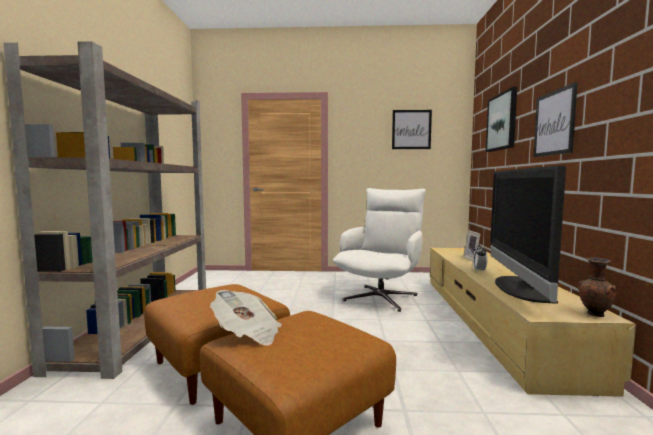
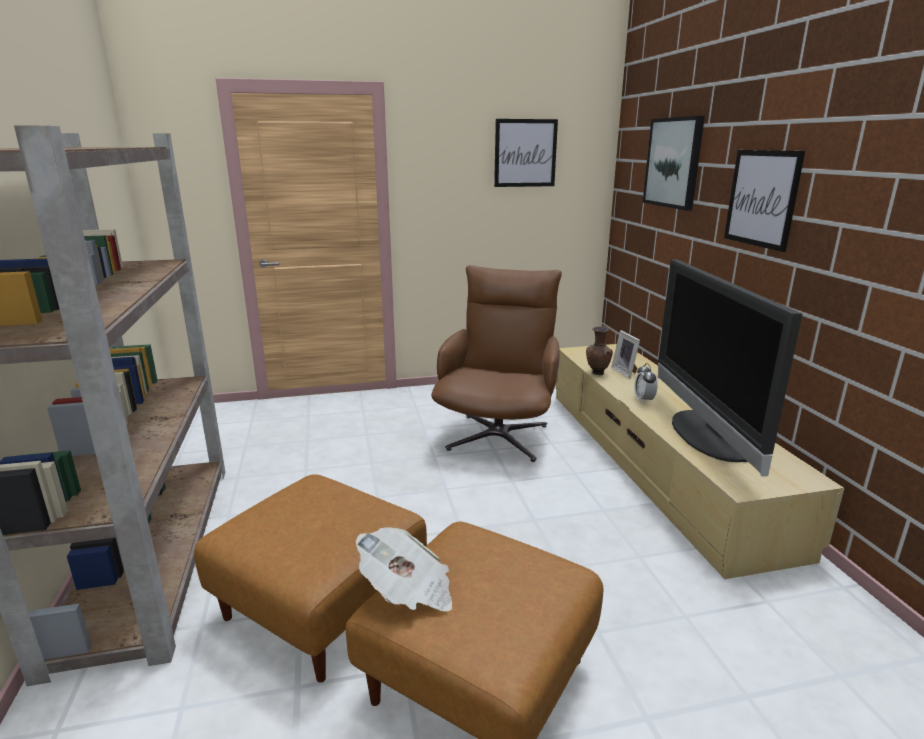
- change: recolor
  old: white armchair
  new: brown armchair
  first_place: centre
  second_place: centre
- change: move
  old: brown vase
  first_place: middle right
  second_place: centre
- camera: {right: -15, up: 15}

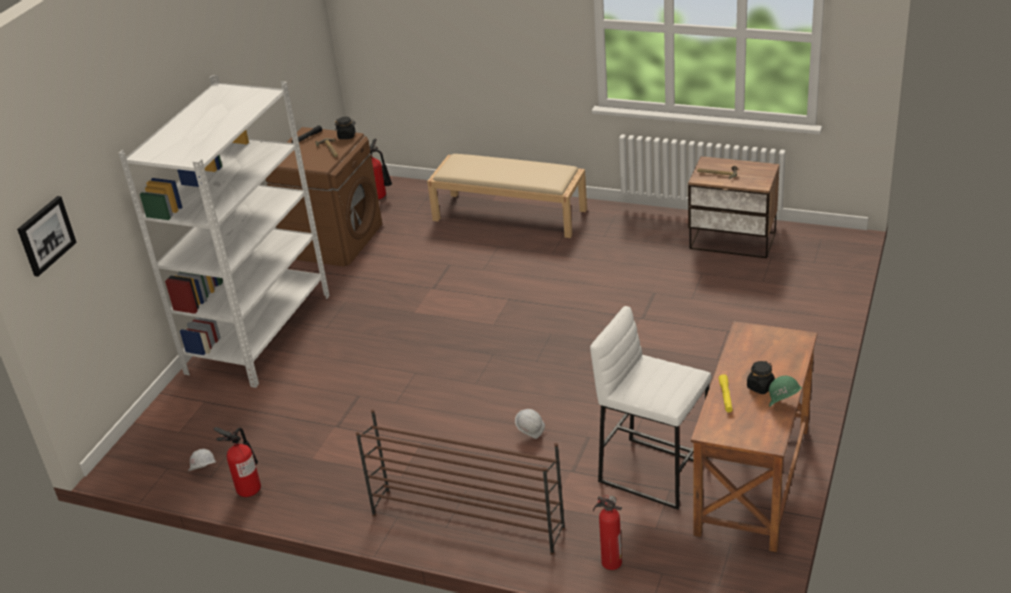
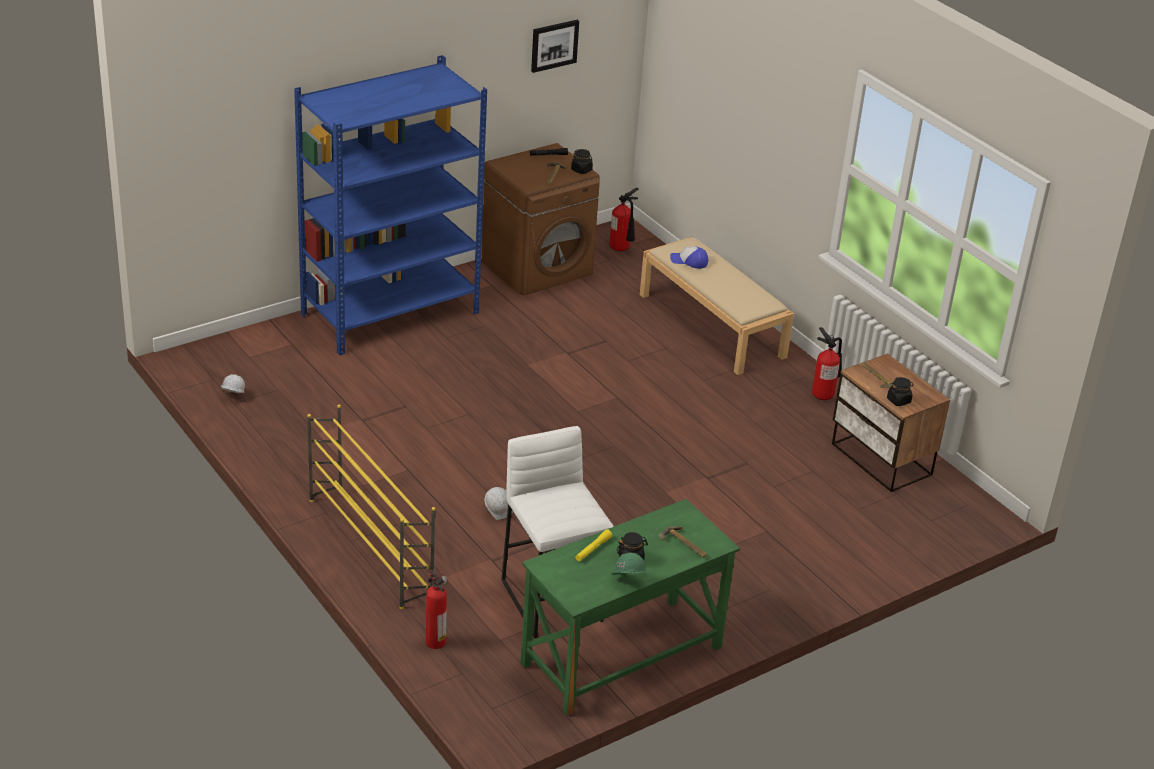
- change: move
  old: picture
  first_place: middle left
  second_place: top centre
- change: recolor
  old: white bookcase
  new: blue bookcase
  first_place: middle left
  second_place: top centre
- change: move
  old: fire extinguisher (1st from left in the first image)
  new: fire extinguisher (3rd from left)
  first_place: bottom left
  second_place: middle right
- change: recolor
  old: brown shoe rack
  new: yellow shoe rack
  first_place: bottom centre
  second_place: middle left
- change: recolor
  old: brown desk
  new: green desk
  first_place: bottom right
  second_place: bottom centre
- change: insert
  new: hammer (2nd from left)
  second_place: bottom centre
- change: insert
  new: cap
  second_place: centre
- change: insert
  new: black jar (3rd from left)
  second_place: middle right
- camera: {right: 30, up: 0}

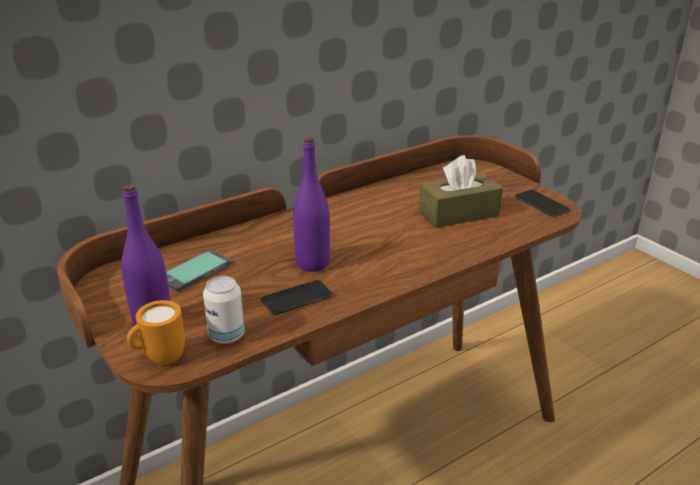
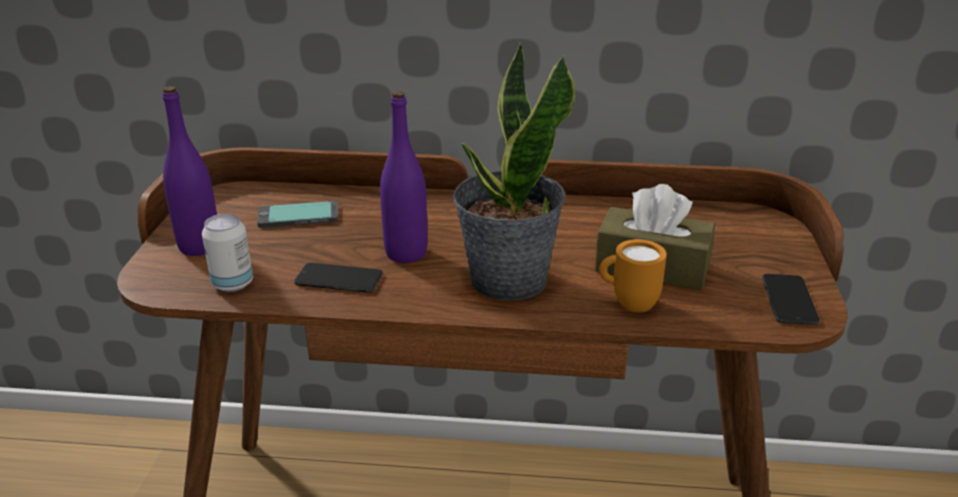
- change: move
  old: orange mug
  first_place: bottom left
  second_place: centre
- change: insert
  new: potted plant
  second_place: centre
- camera: {right: 40, up: 0}

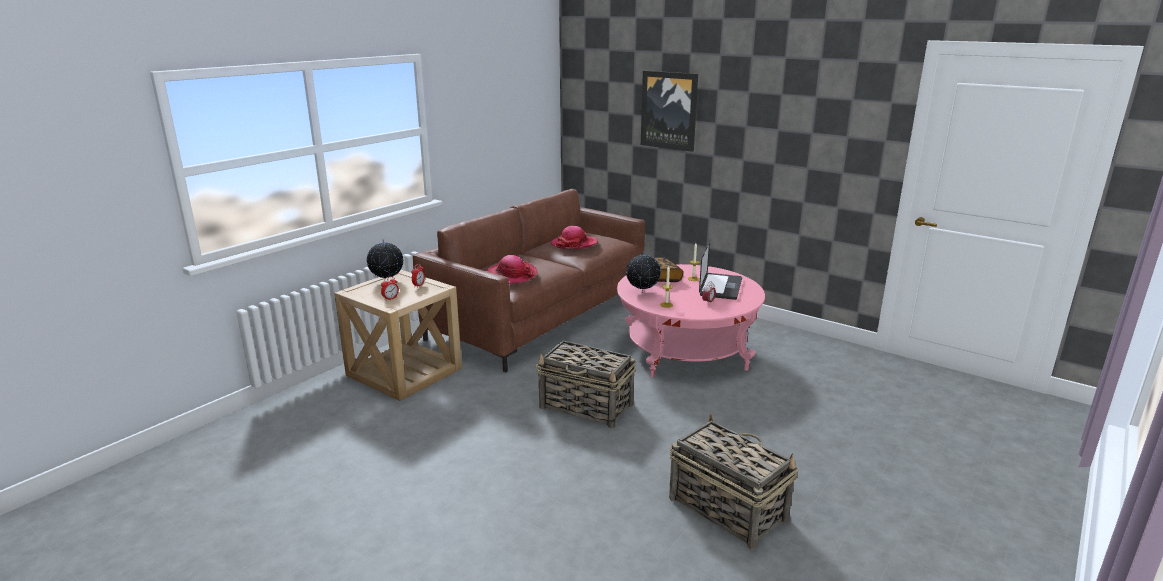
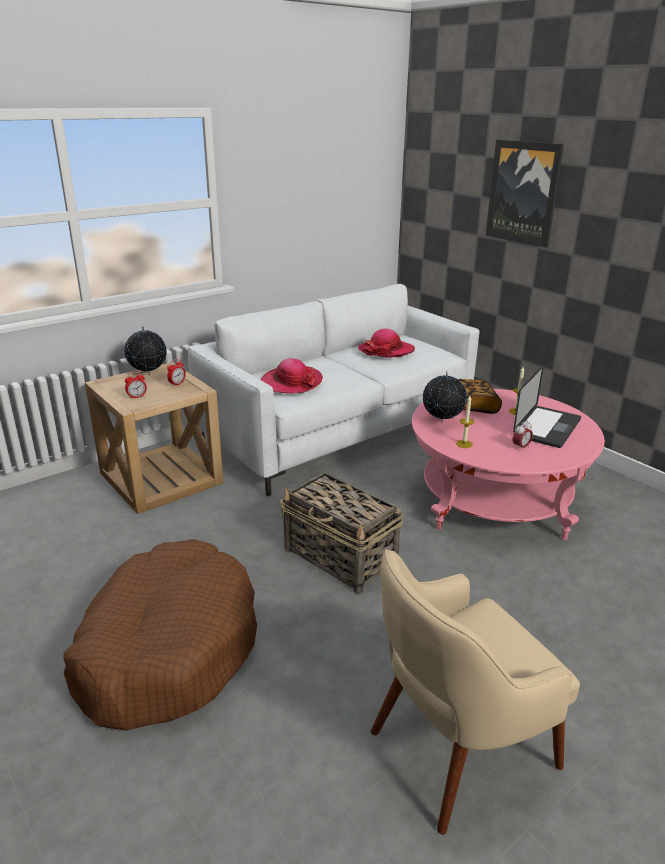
- change: recolor
  old: brown sofa
  new: white sofa
  first_place: centre
  second_place: centre
- change: replace
  old: basket (2nd from left)
  new: beige armchair
  first_place: bottom centre
  second_place: bottom right
- change: insert
  new: brown dog bed
  second_place: bottom left
- camera: {right: 15, up: 5}

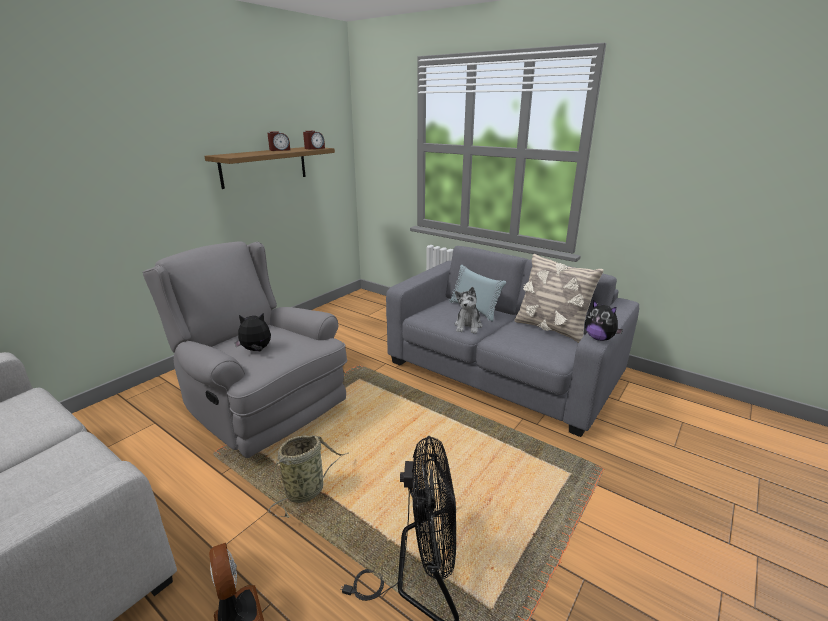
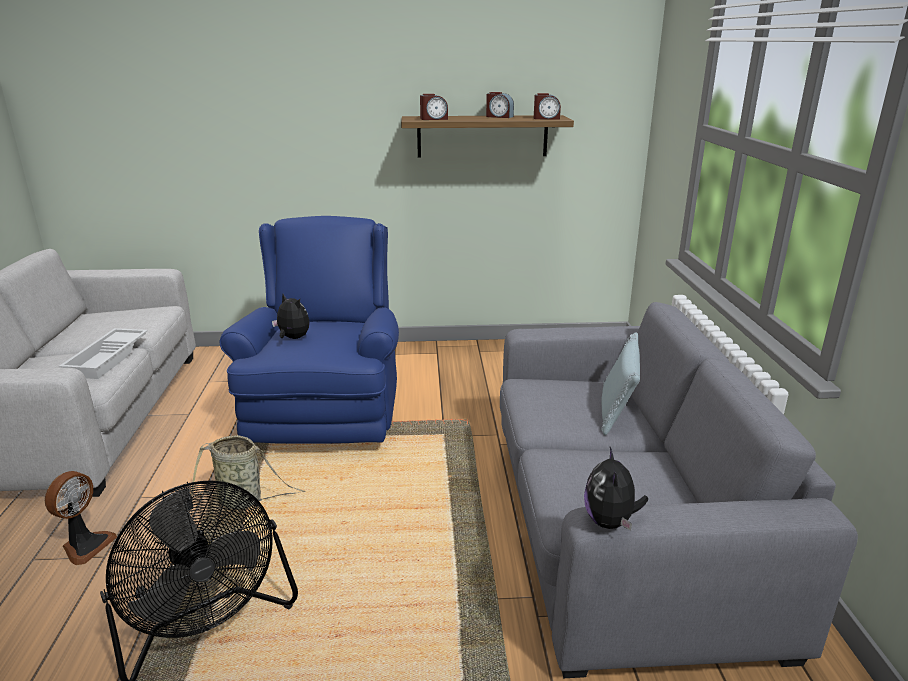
- change: recolor
  old: grey armchair
  new: blue armchair
  first_place: middle left
  second_place: centre
- change: delete
  old: plush toy (2nd from left)
  first_place: centre
- change: delete
  old: beige pillow
  first_place: middle right
- change: insert
  new: white tray
  second_place: middle left
- change: insert
  new: alarm clock (1st from left)
  second_place: top centre
- camera: {right: 50, up: 0}

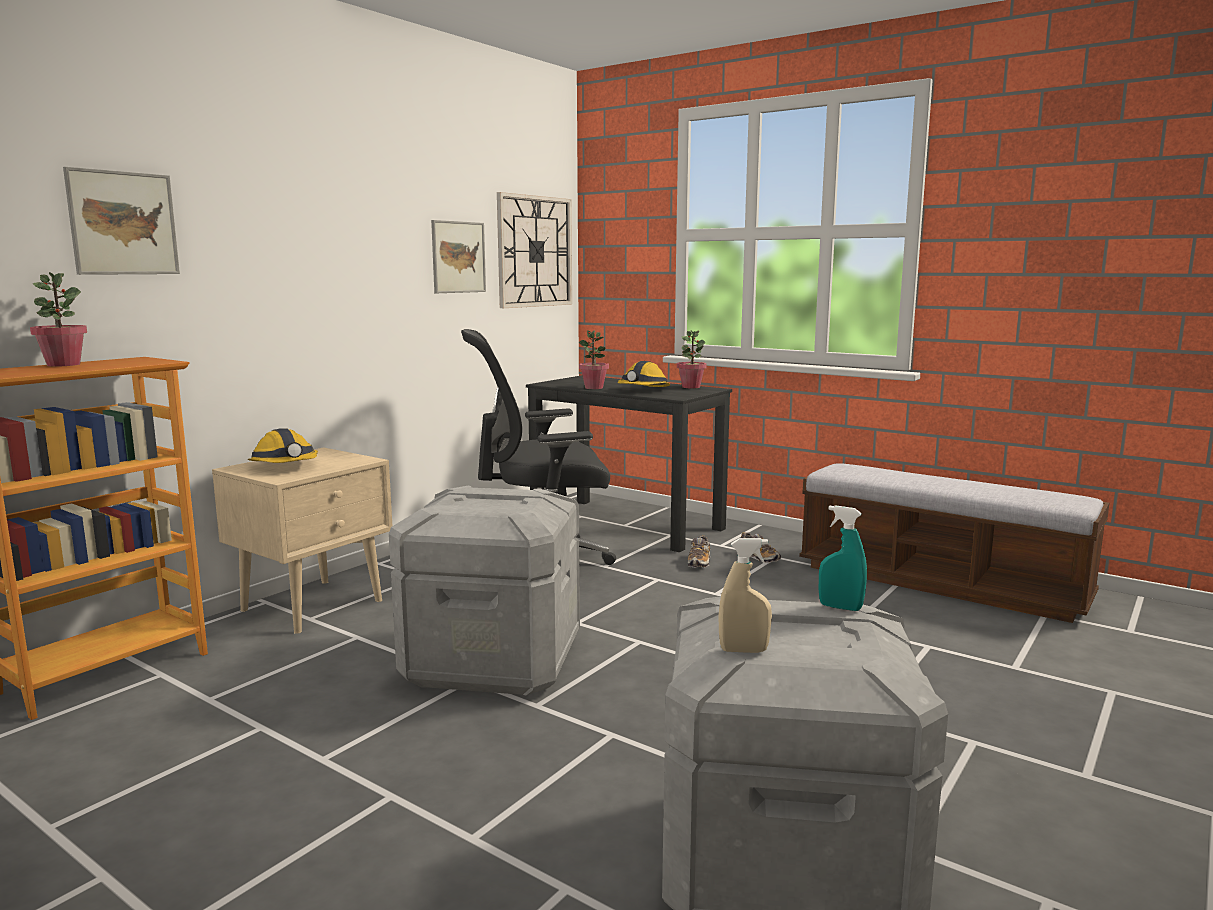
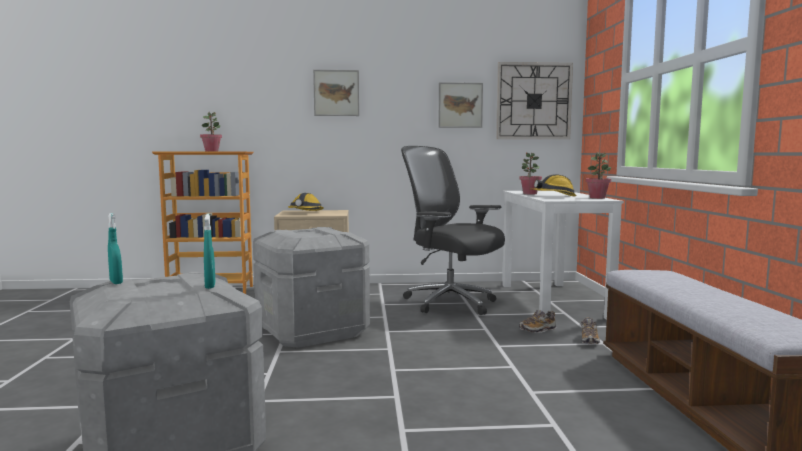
- change: move
  old: picture (1st from left)
  first_place: top left
  second_place: top centre
- change: recolor
  old: black desk
  new: white desk
  first_place: centre
  second_place: middle right
- change: recolor
  old: beige spray bottle
  new: turquoise spray bottle (1st from left)
  first_place: centre
  second_place: middle left
- camera: {right: 50, up: -5}

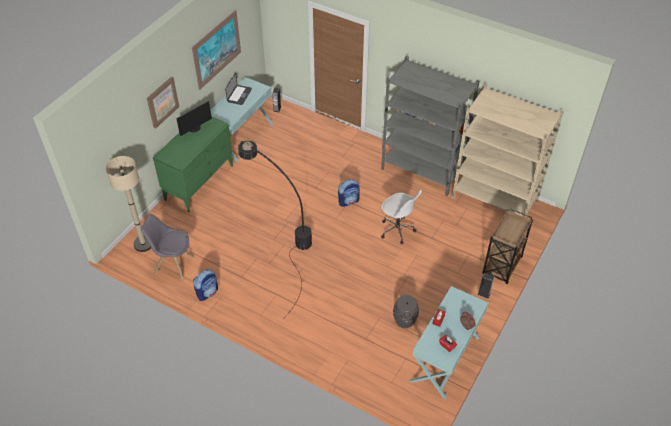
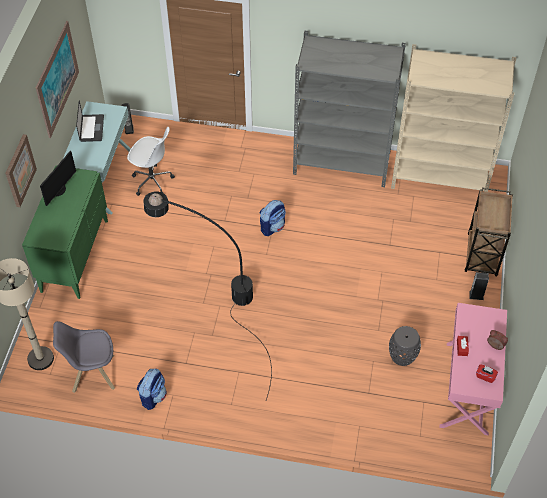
- change: move
  old: white office chair
  first_place: centre
  second_place: top left
- change: recolor
  old: turquoise desk (2nd from left)
  new: pink desk
  first_place: bottom right
  second_place: bottom right
- camera: {right: -20, up: 5}

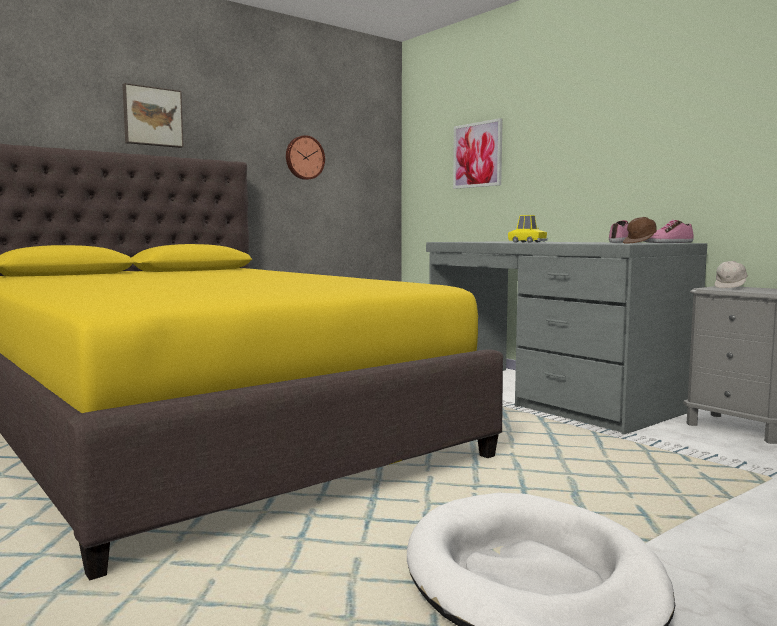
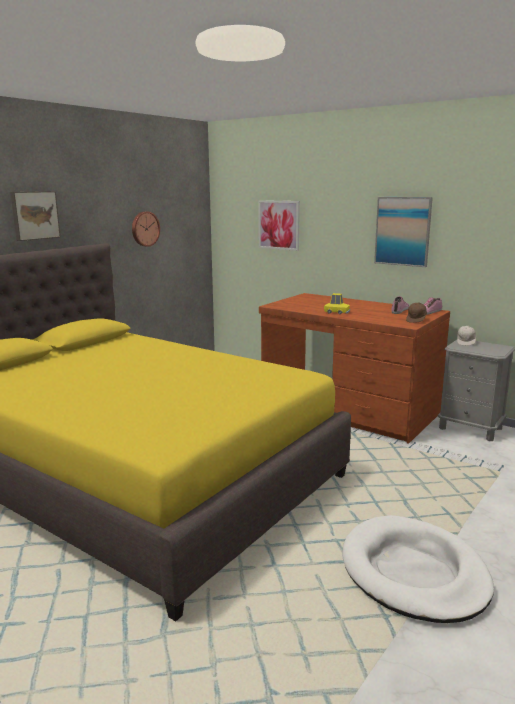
- change: recolor
  old: grey desk
  new: brown desk
  first_place: middle right
  second_place: middle right
- change: insert
  new: picture (3rd from left)
  second_place: top right
- camera: {right: -15, up: 10}

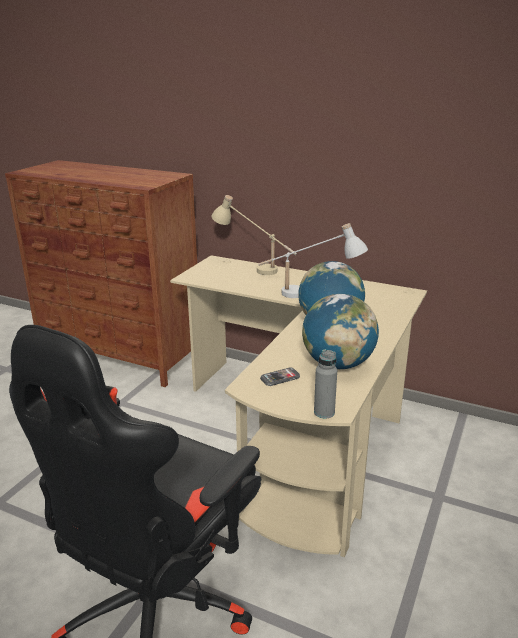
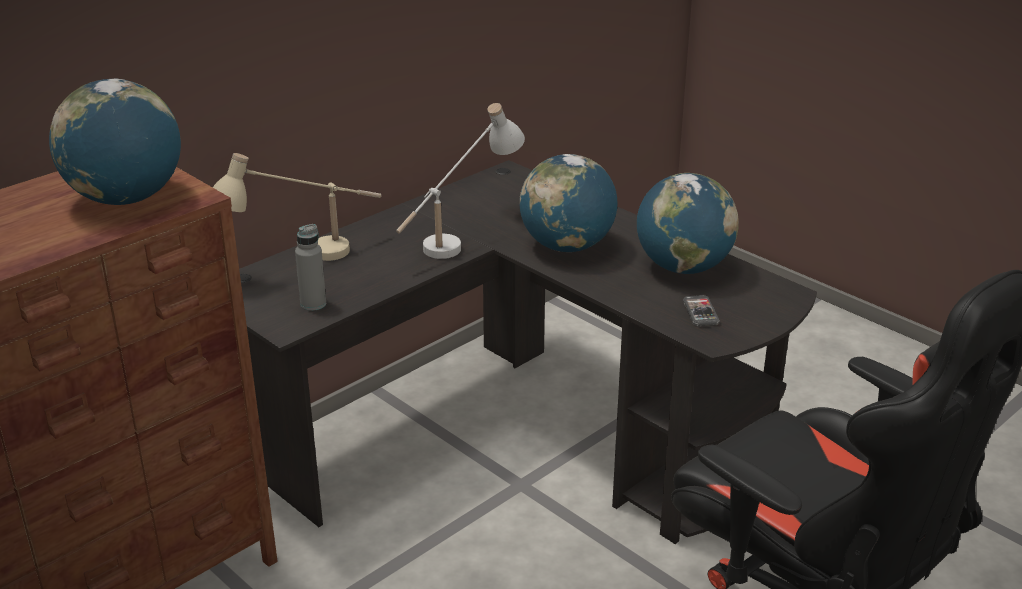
- change: recolor
  old: beige desk
  new: black desk
  first_place: centre
  second_place: centre
- change: move
  old: grey bottle
  first_place: centre
  second_place: middle left
- change: insert
  new: globe (1st from left)
  second_place: top left
- camera: {right: -70, up: 5}

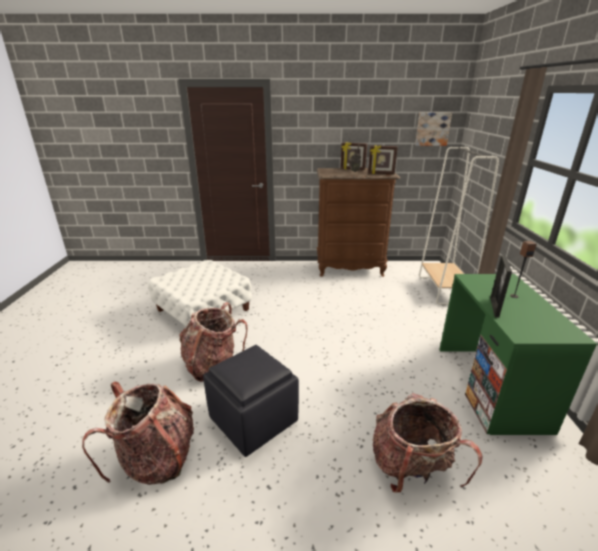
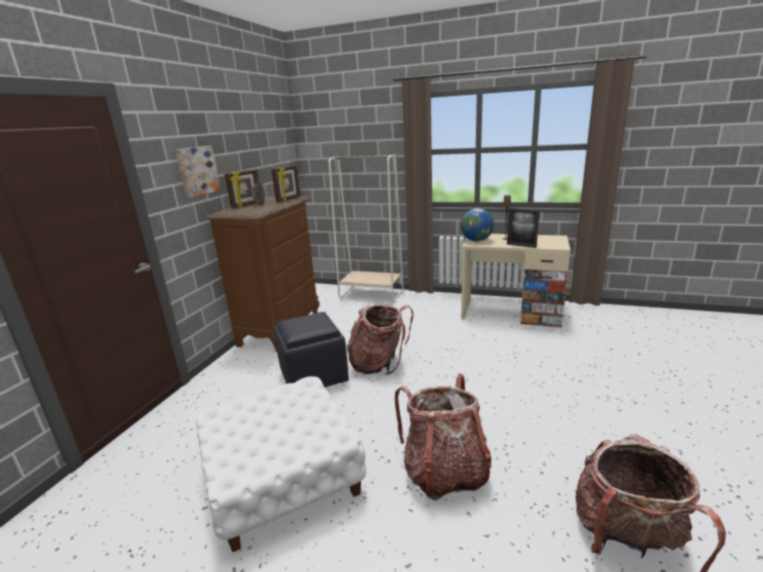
- change: move
  old: black ottoman
  first_place: bottom centre
  second_place: centre
- change: move
  old: backpack (3rd from left in the first image)
  new: backpack (1st from left)
  first_place: bottom right
  second_place: centre
- change: move
  old: picture
  first_place: top right
  second_place: top left
- change: recolor
  old: green desk
  new: beige desk
  first_place: middle right
  second_place: middle right
- change: insert
  new: globe
  second_place: centre
- camera: {right: -70, up: -5}

